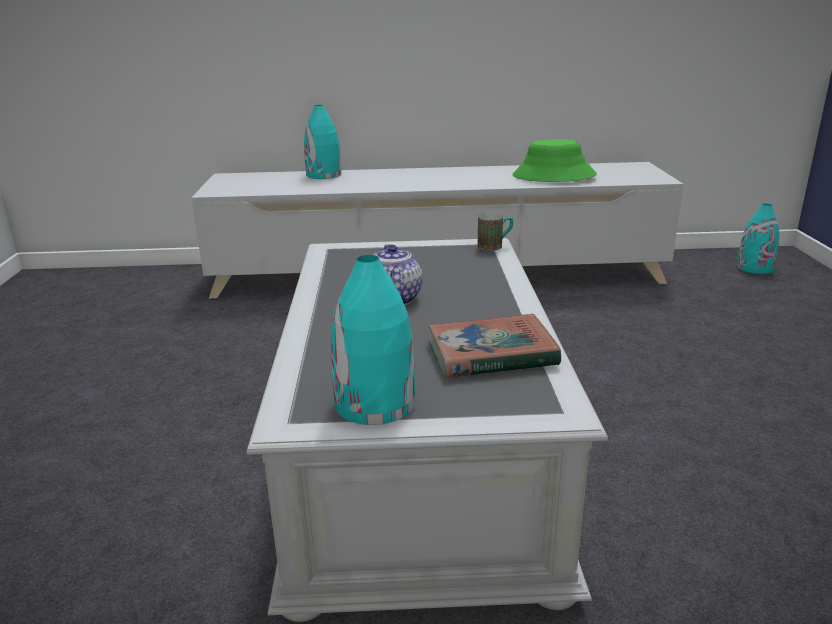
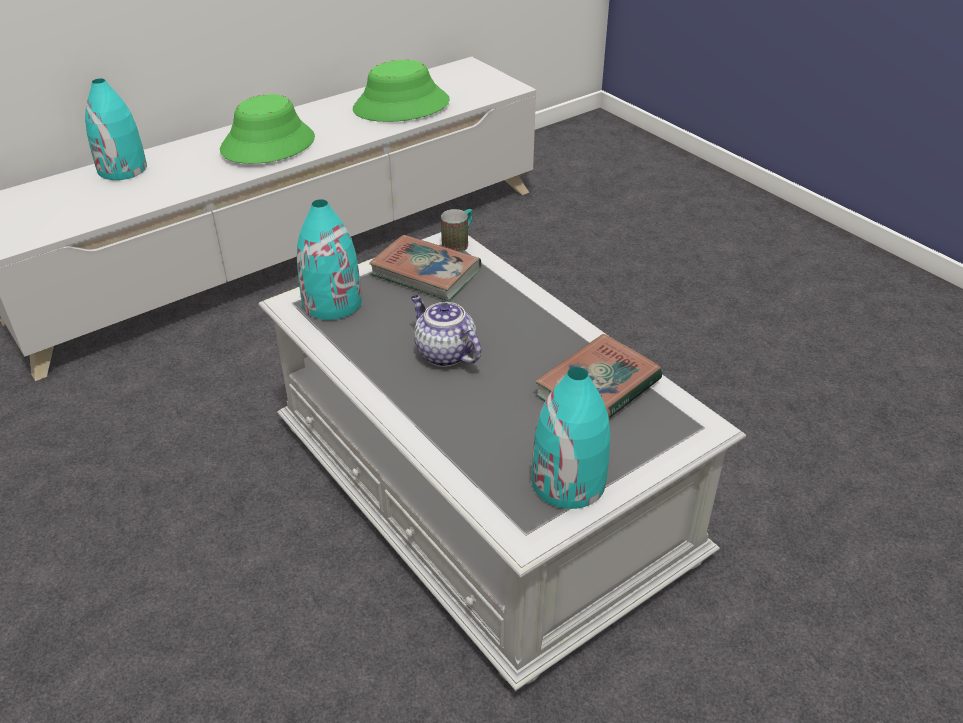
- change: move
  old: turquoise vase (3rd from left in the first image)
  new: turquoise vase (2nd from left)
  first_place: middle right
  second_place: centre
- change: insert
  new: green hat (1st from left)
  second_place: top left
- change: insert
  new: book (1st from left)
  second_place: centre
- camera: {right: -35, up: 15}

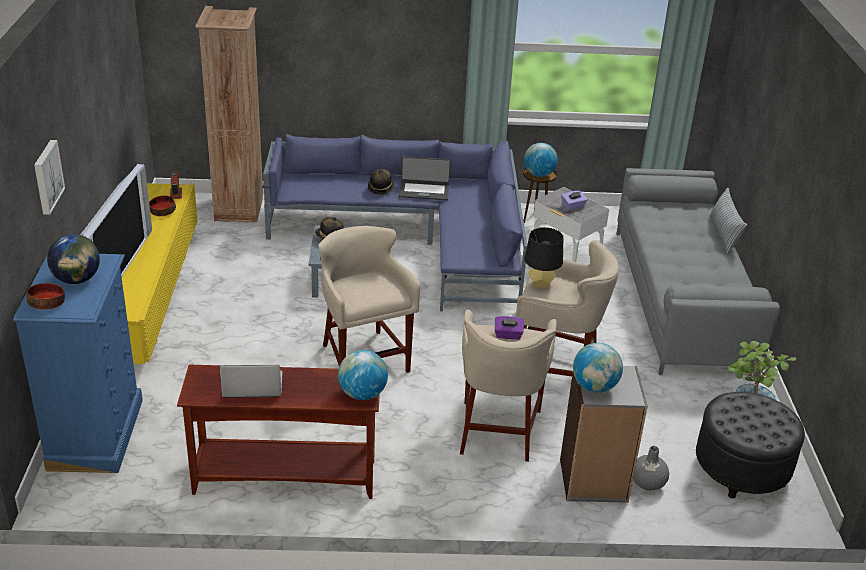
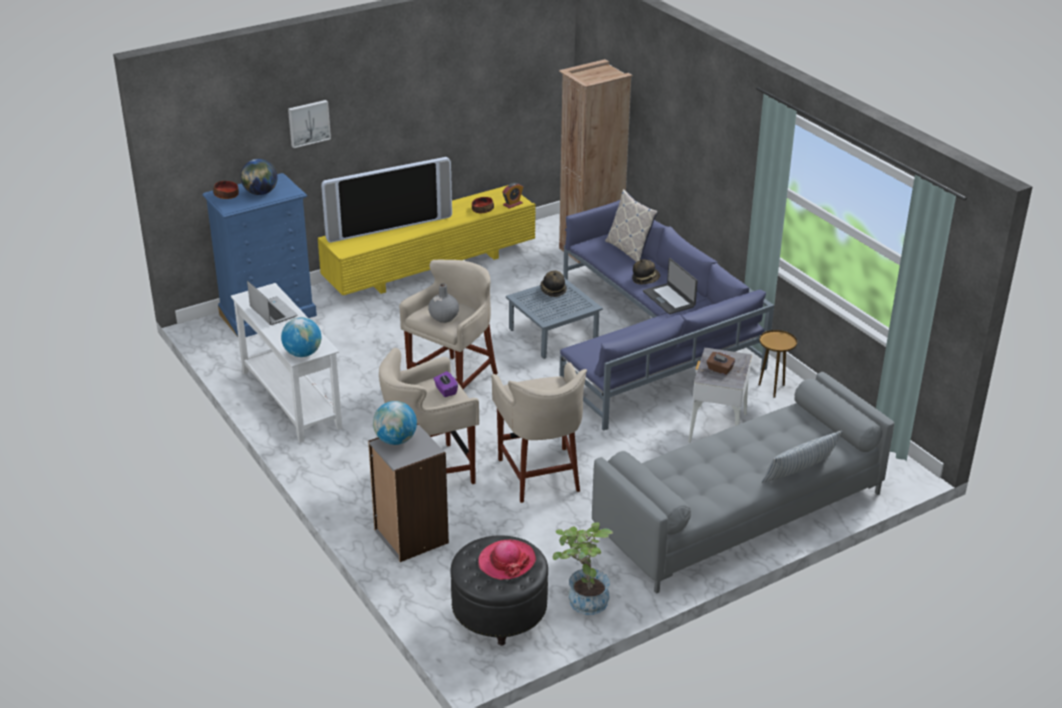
- change: recolor
  old: brown console table
  new: white console table
  first_place: bottom left
  second_place: middle left
- change: delete
  old: globe (3rd from left)
  first_place: top centre
- change: delete
  old: black table lamp
  first_place: centre
- change: recolor
  old: purple tissue box (2nd from left)
  new: brown tissue box
  first_place: centre
  second_place: middle right
- change: move
  old: grey vase
  first_place: bottom right
  second_place: centre
- change: insert
  new: hat (1st from left)
  second_place: bottom centre
- change: insert
  new: pillow (1st from left)
  second_place: top centre
- camera: {right: 60, up: 0}

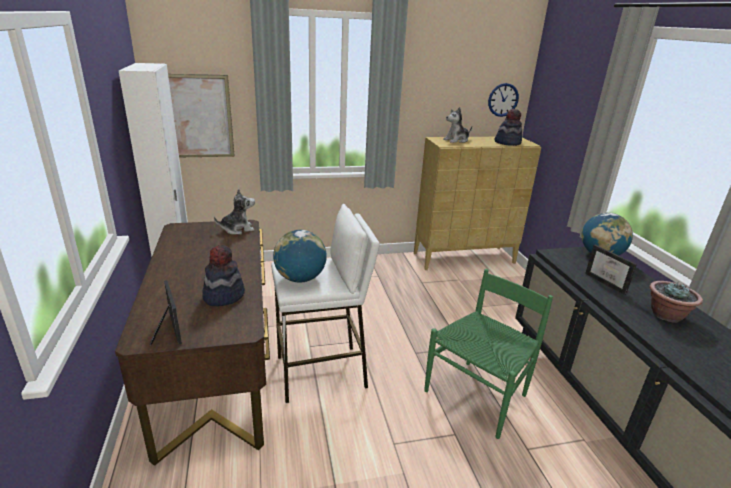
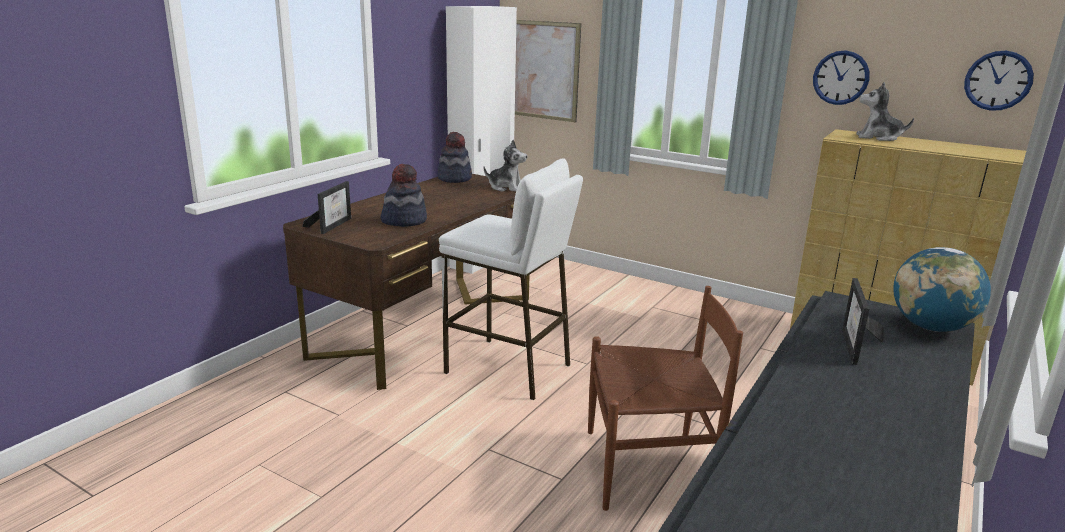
- change: delete
  old: globe (1st from left)
  first_place: centre
- change: recolor
  old: green chair
  new: brown chair
  first_place: bottom right
  second_place: bottom centre
- change: move
  old: hat (2nd from left)
  first_place: top right
  second_place: top centre
- change: delete
  old: potted plant
  first_place: middle right
- change: insert
  new: wall clock (1st from left)
  second_place: top right
- camera: {right: 45, up: -5}

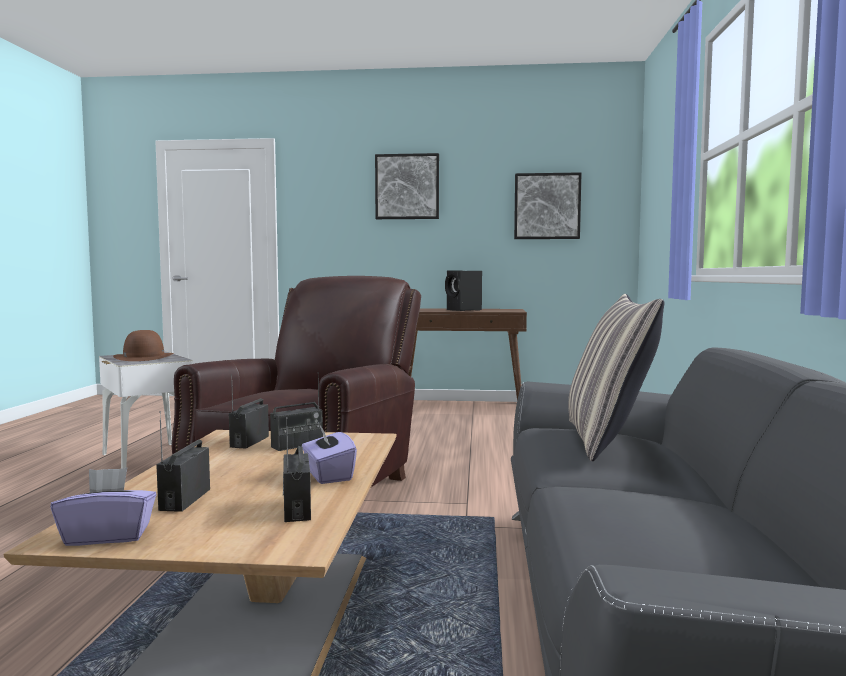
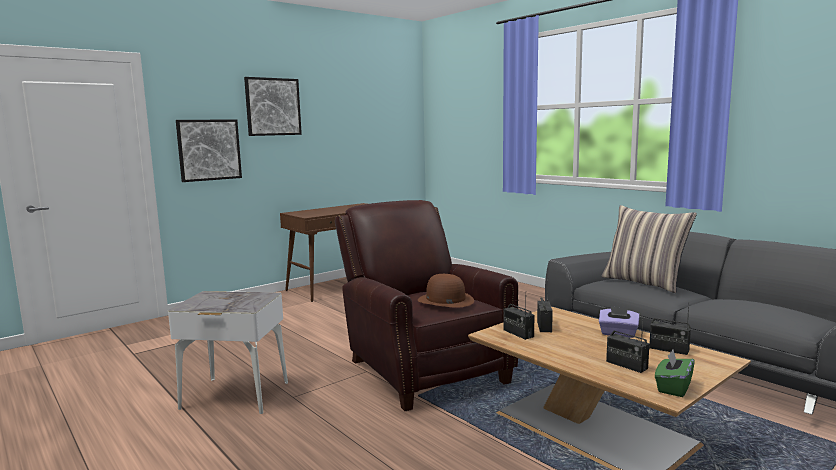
- change: recolor
  old: purple tissue box (1st from left)
  new: green tissue box
  first_place: bottom left
  second_place: bottom right
- change: move
  old: brown hat
  first_place: middle left
  second_place: centre
- change: delete
  old: black speaker
  first_place: centre
- change: move
  old: picture (2nd from left in the first image)
  new: picture (1st from left)
  first_place: top centre
  second_place: top left
- camera: {right: -45, up: 5}

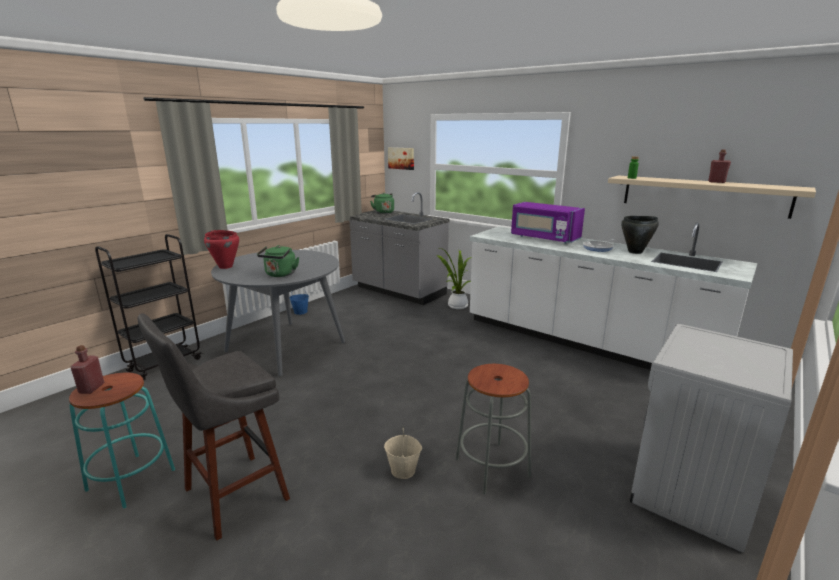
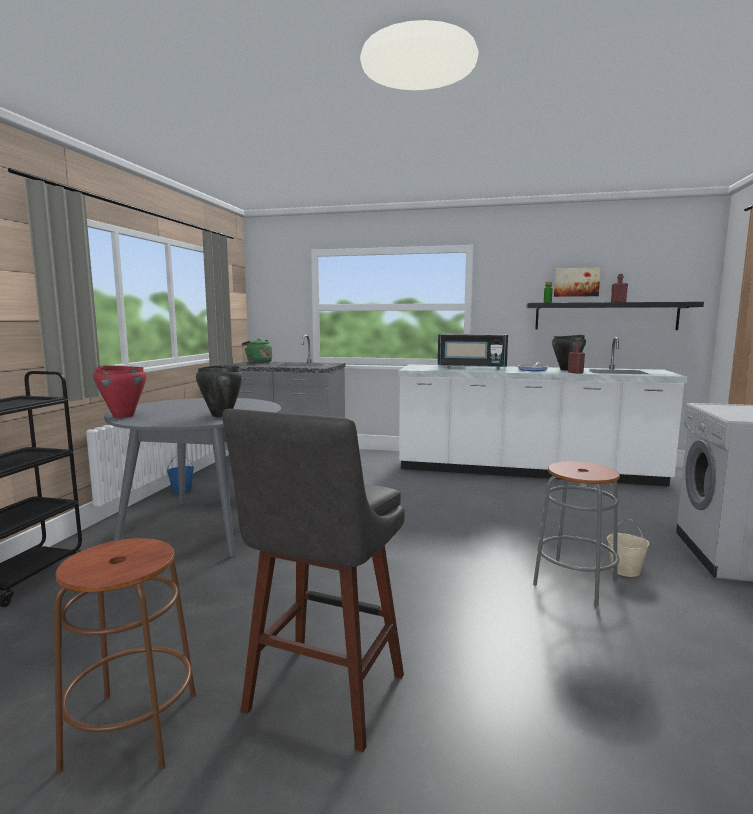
- change: recolor
  old: turquoise stool
  new: brown stool
  first_place: bottom left
  second_place: bottom left
- change: move
  old: red bottle (1st from left)
  first_place: middle left
  second_place: middle right
- change: replace
  old: green kettle (1st from left)
  new: black cooking pot (1st from left)
  first_place: middle left
  second_place: middle left
- change: move
  old: beige bucket
  first_place: bottom centre
  second_place: bottom right
- change: move
  old: picture
  first_place: top centre
  second_place: middle right
- change: delete
  old: potted plant
  first_place: centre
- change: recolor
  old: purple microwave
  new: black microwave
  first_place: centre
  second_place: centre
- change: recolor
  old: beige shelf
  new: black shelf
  first_place: middle right
  second_place: middle right
- camera: {right: -25, up: -10}

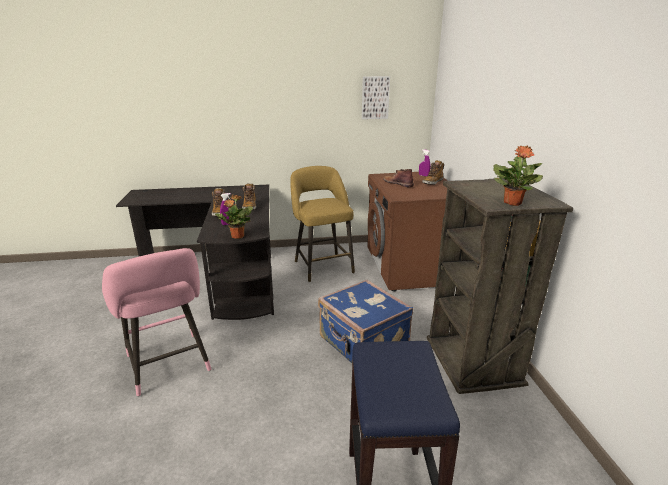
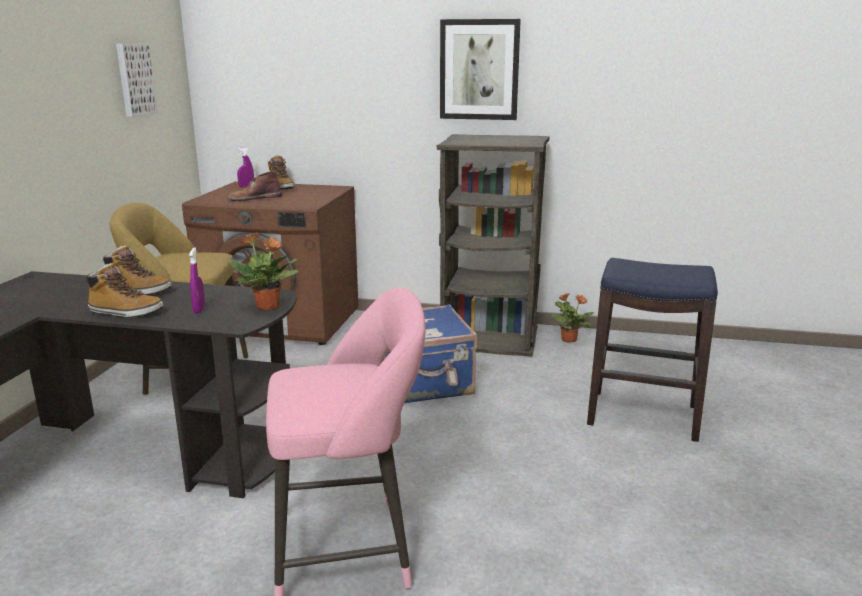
- change: move
  old: potted plant (2nd from left)
  first_place: middle right
  second_place: centre
- change: insert
  new: picture (2nd from left)
  second_place: top centre
- camera: {right: -70, up: -5}

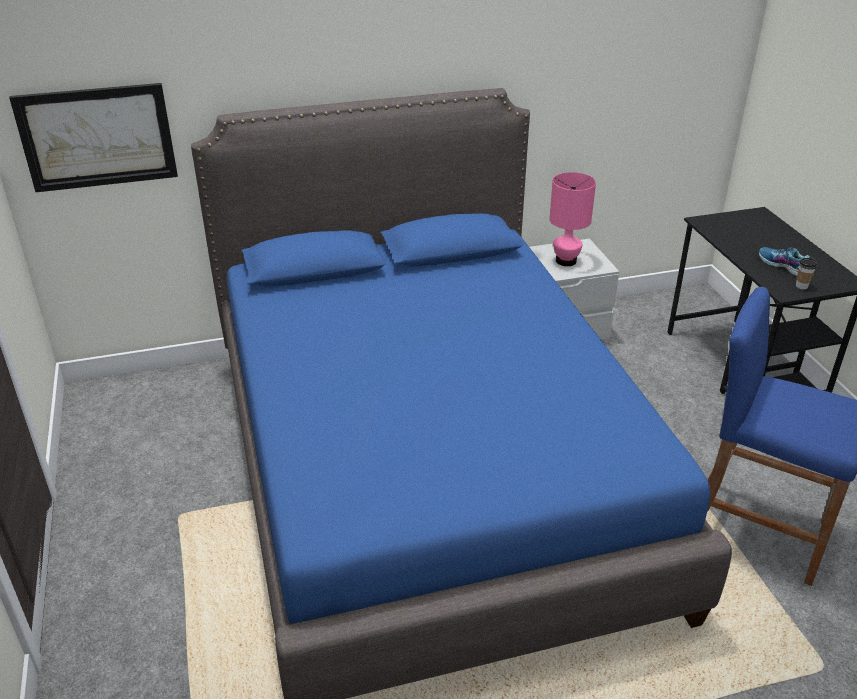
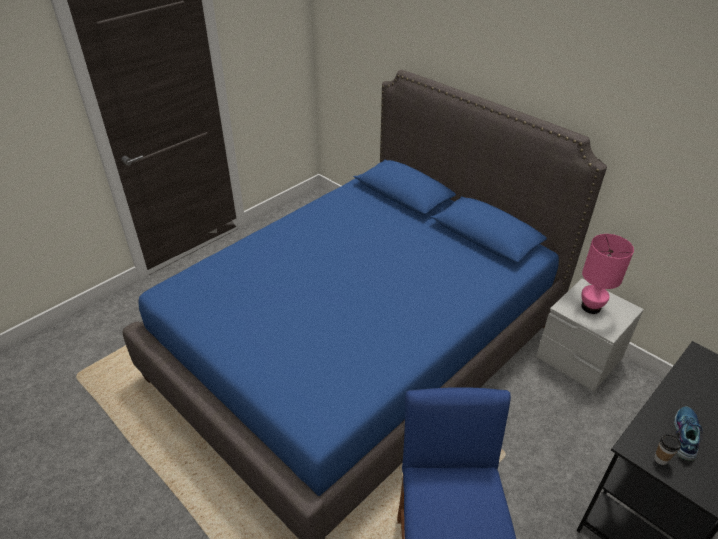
- change: delete
  old: picture
  first_place: top left
- camera: {right: 60, up: 5}

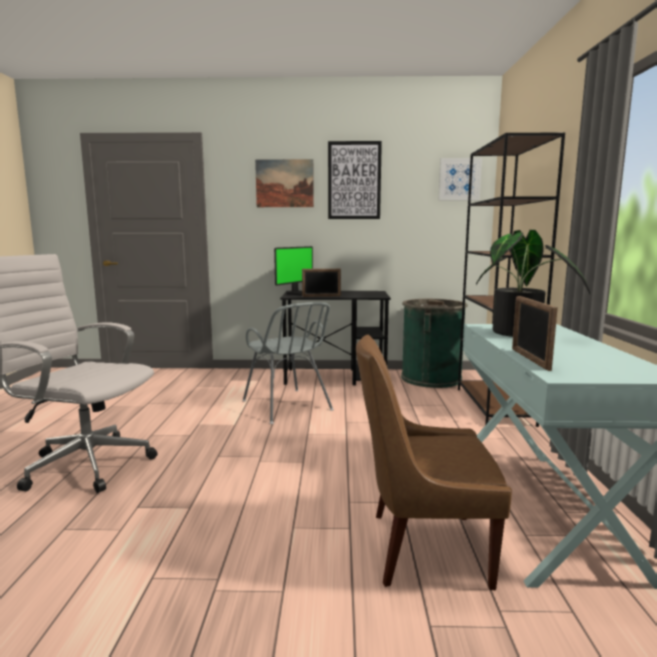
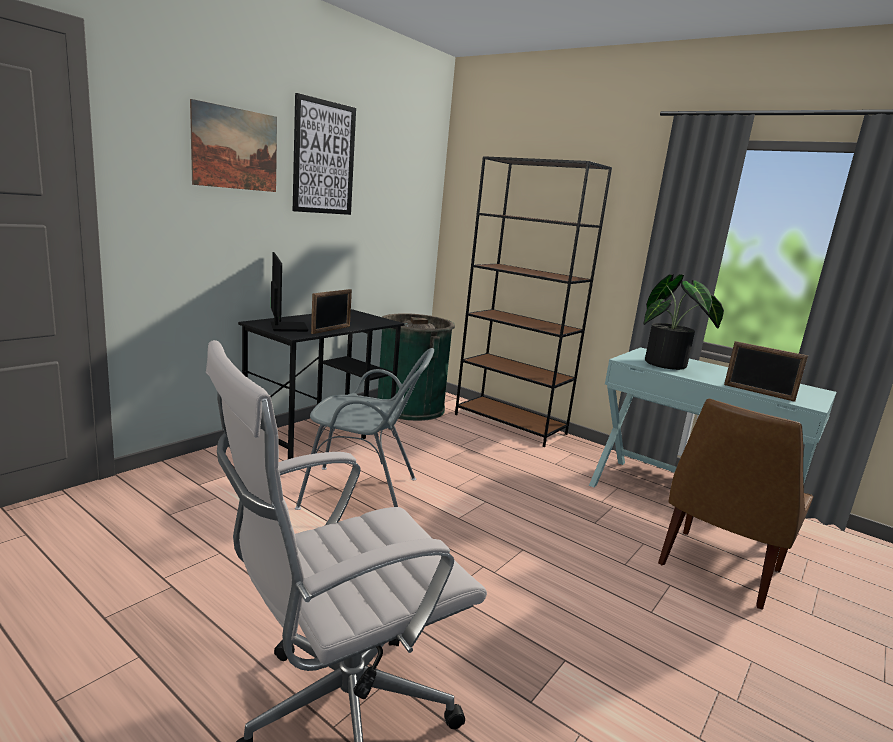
- change: delete
  old: picture (3rd from left)
  first_place: top right
- camera: {right: -55, up: 5}

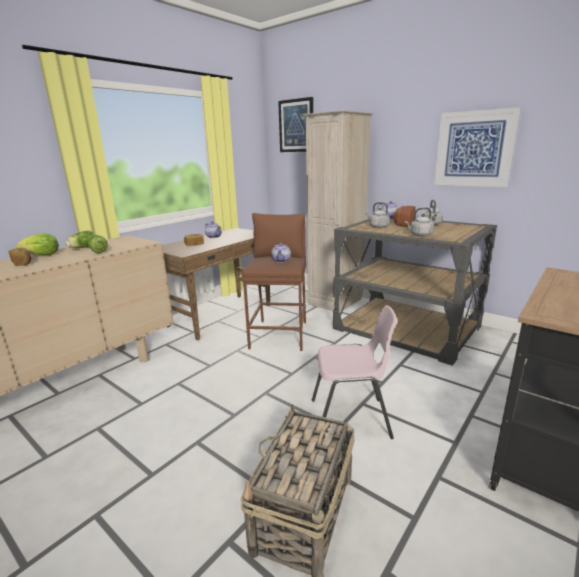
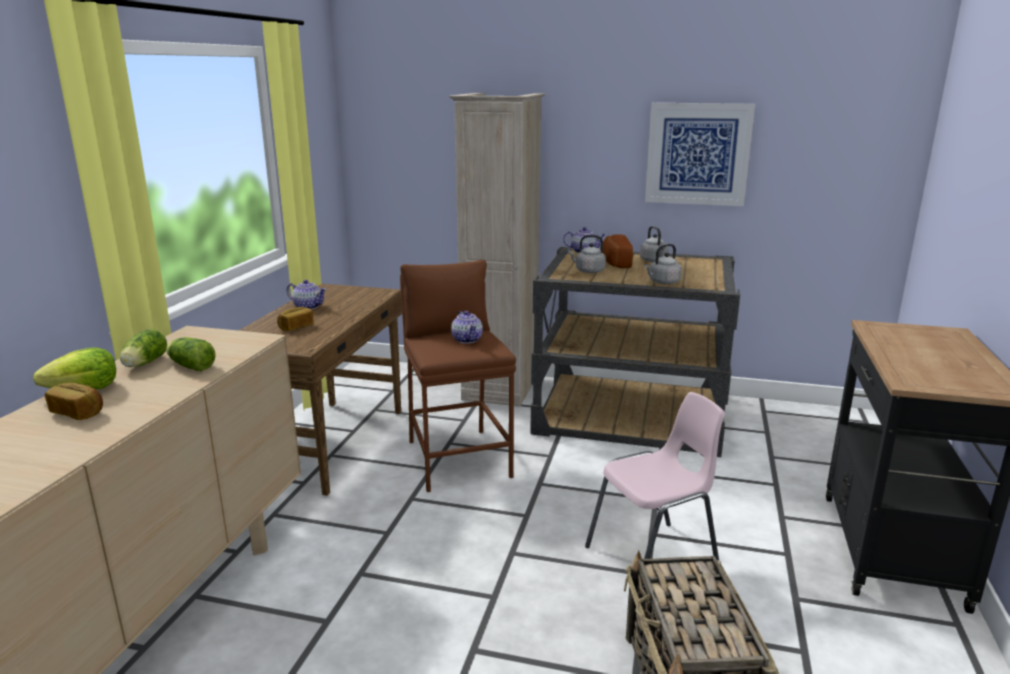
- change: delete
  old: picture (1st from left)
  first_place: top centre
- camera: {right: -25, up: 0}

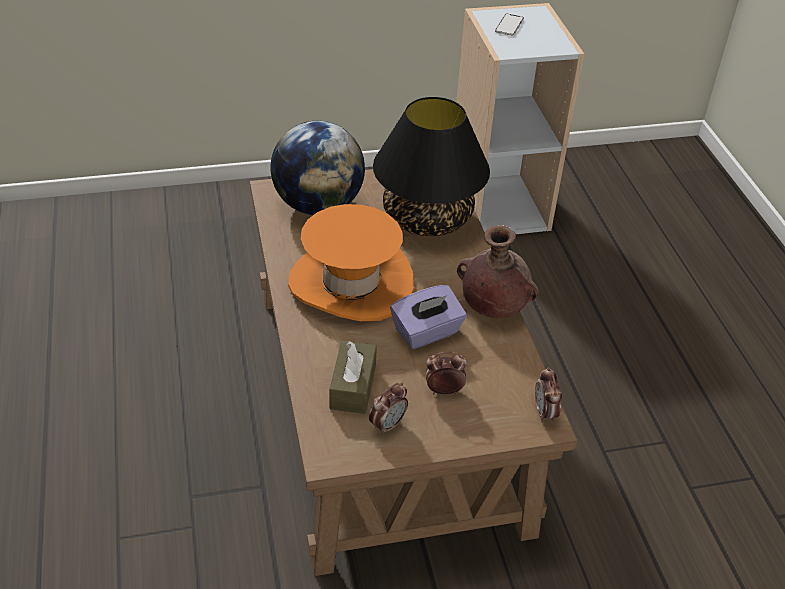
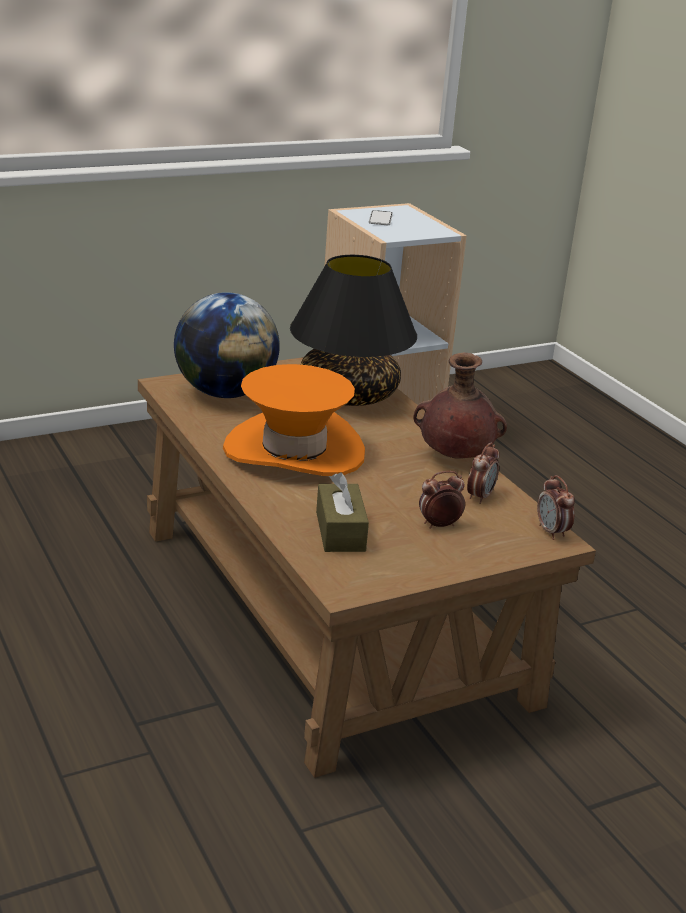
- change: move
  old: alarm clock (1st from left in the first image)
  new: alarm clock (2nd from left)
  first_place: bottom centre
  second_place: middle right
- change: delete
  old: purple tissue box
  first_place: centre
- camera: {right: -15, up: -15}

